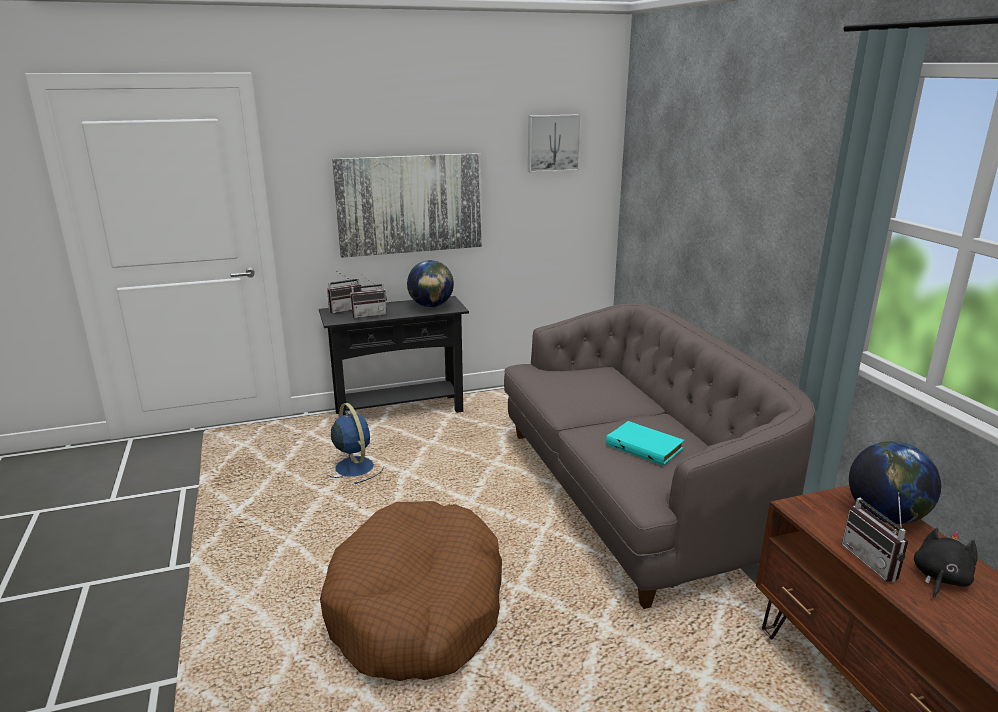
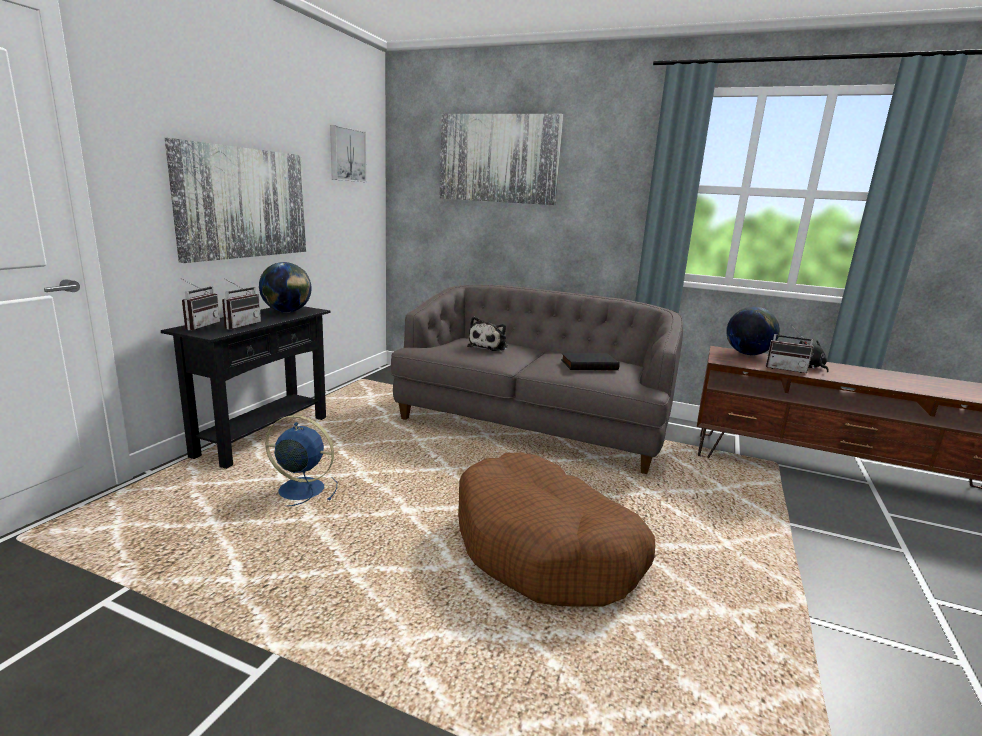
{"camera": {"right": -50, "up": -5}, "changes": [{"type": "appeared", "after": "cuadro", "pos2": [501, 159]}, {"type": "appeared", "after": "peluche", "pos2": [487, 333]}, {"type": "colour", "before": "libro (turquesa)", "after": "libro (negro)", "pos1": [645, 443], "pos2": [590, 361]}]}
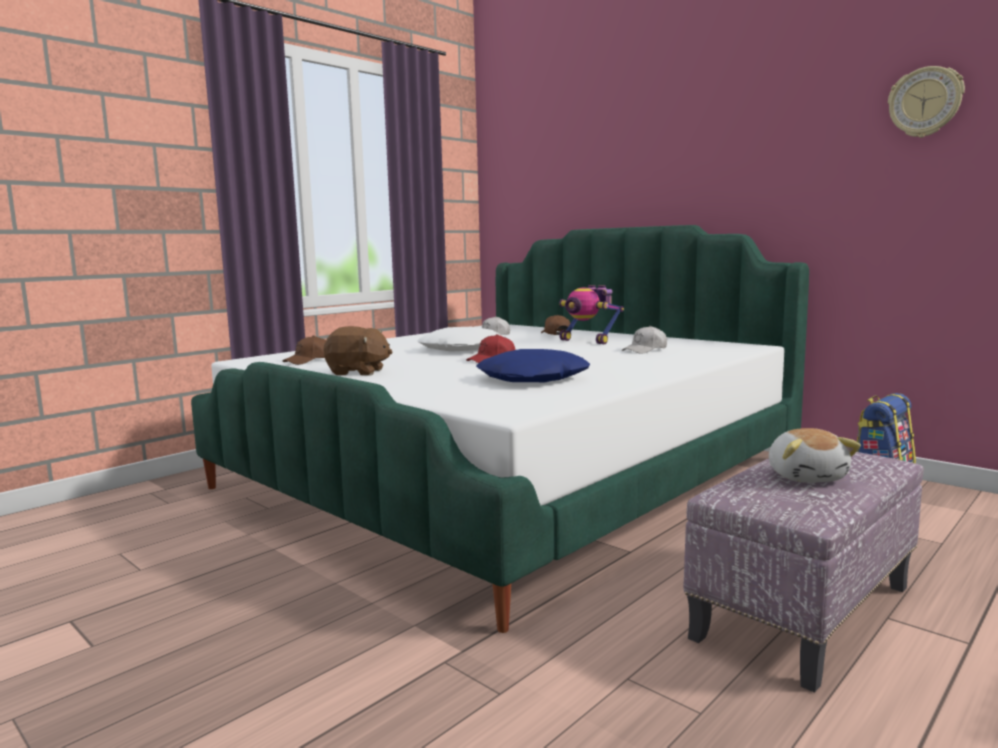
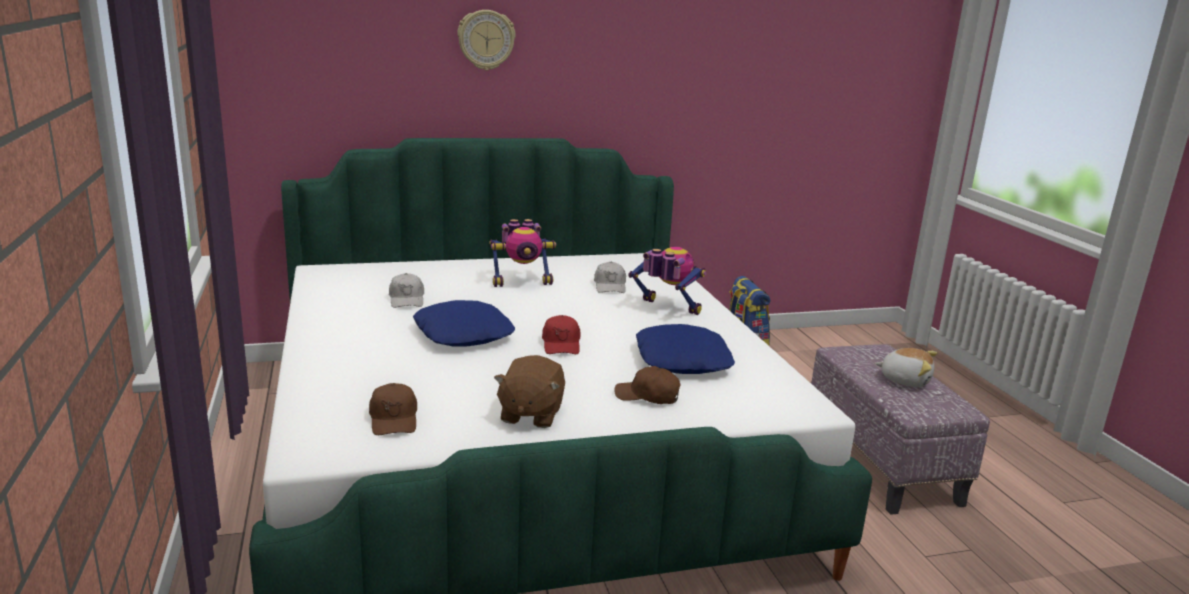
{"camera": {"right": -60, "up": 10}, "changes": [{"type": "appeared", "after": "robot de juguete", "pos2": [667, 281]}, {"type": "relocated", "before": "gorra (marrón)", "pos1": [556, 325], "pos2": [648, 385]}, {"type": "relocated", "before": "reloj de pared", "pos1": [926, 102], "pos2": [486, 40]}, {"type": "colour", "before": "cojín (blanco)", "after": "cojín (azul)", "pos1": [460, 339], "pos2": [464, 323]}, {"type": "spun", "before": "peluche (marrón)", "pos1": [357, 350], "pos2": [529, 391], "turn": 150}]}
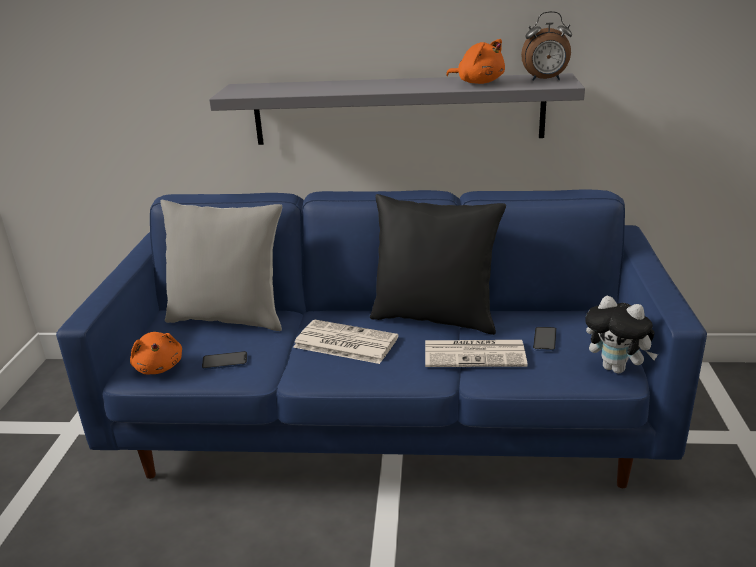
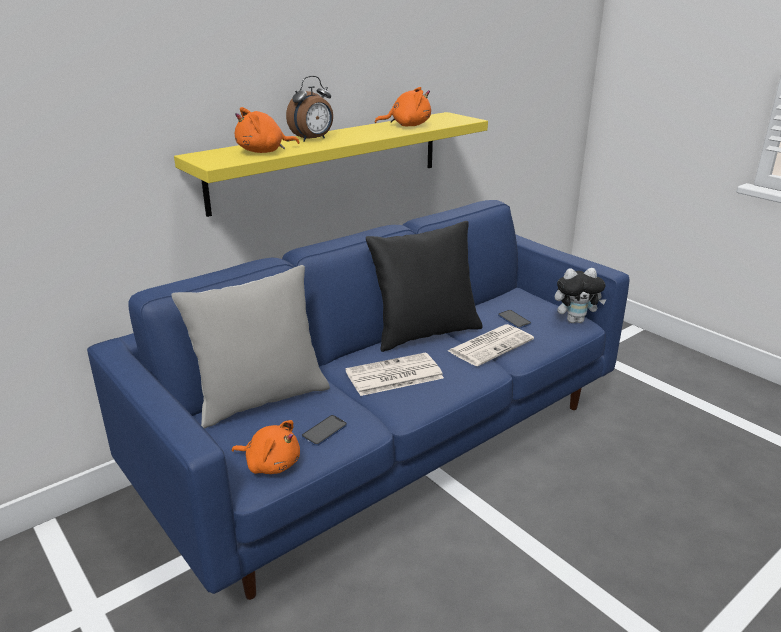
{"camera": {"right": -45, "up": 0}, "changes": [{"type": "appeared", "after": "peluche (naranja)", "pos2": [267, 130]}, {"type": "relocated", "before": "despertador", "pos1": [546, 46], "pos2": [309, 108]}, {"type": "colour", "before": "estante (gris)", "after": "estante (amarillo)", "pos1": [397, 109], "pos2": [331, 164]}]}
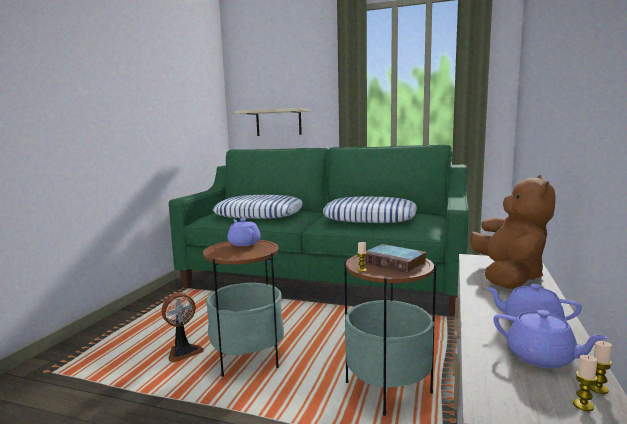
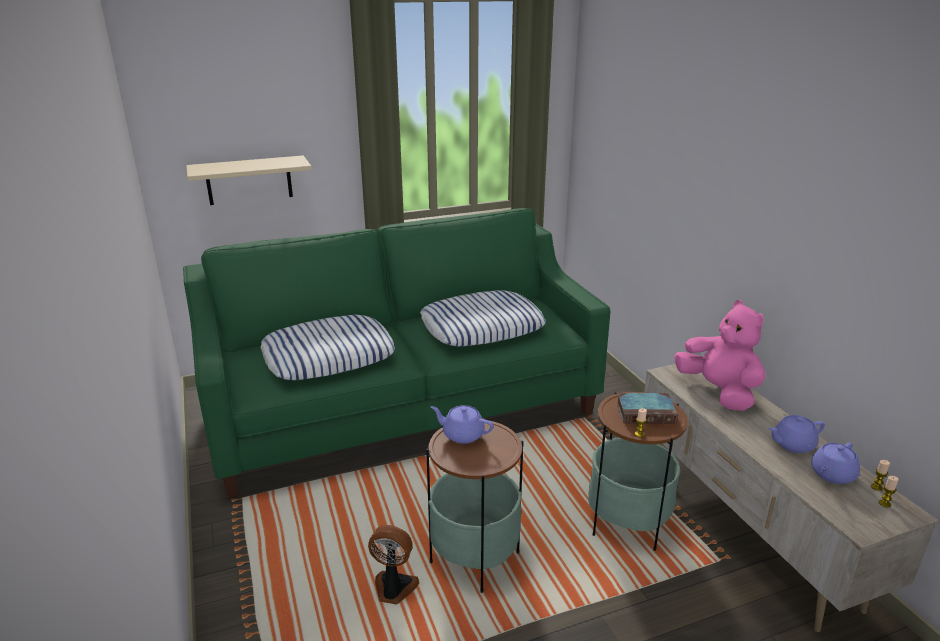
{"camera": {"right": -40, "up": 15}, "changes": [{"type": "colour", "before": "peluche (marrón)", "after": "peluche (rosa)", "pos1": [513, 232], "pos2": [720, 355]}, {"type": "spun", "before": "ventilador", "pos1": [182, 328], "pos2": [393, 565], "turn": -90}, {"type": "spun", "before": "tetera (morado)", "pos1": [550, 339], "pos2": [835, 463], "turn": 135}]}
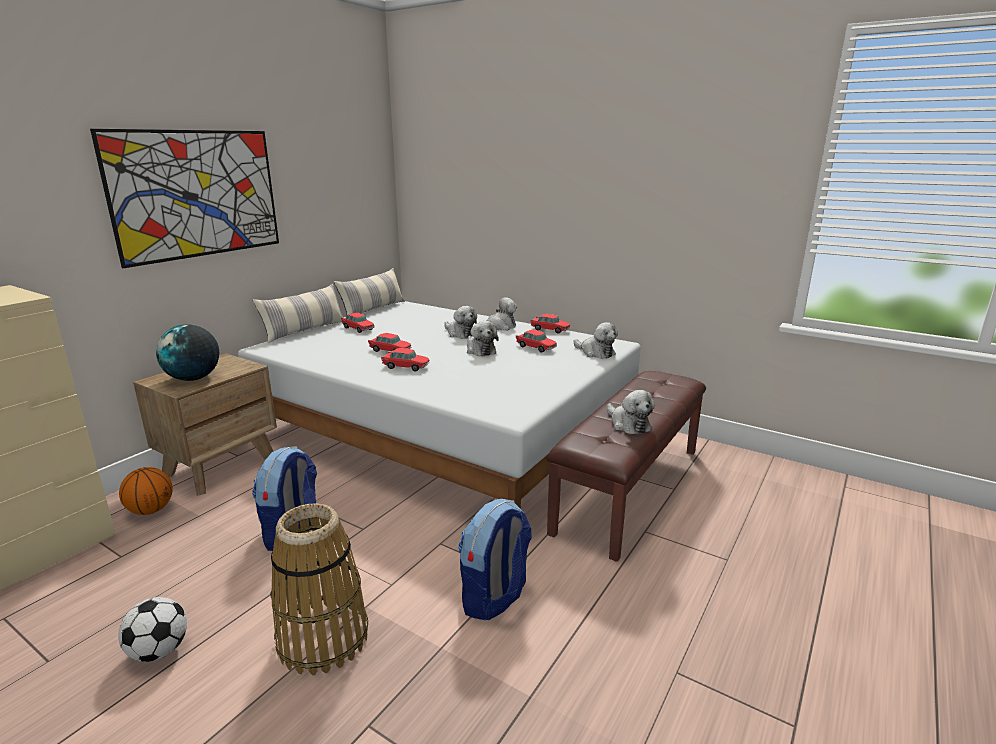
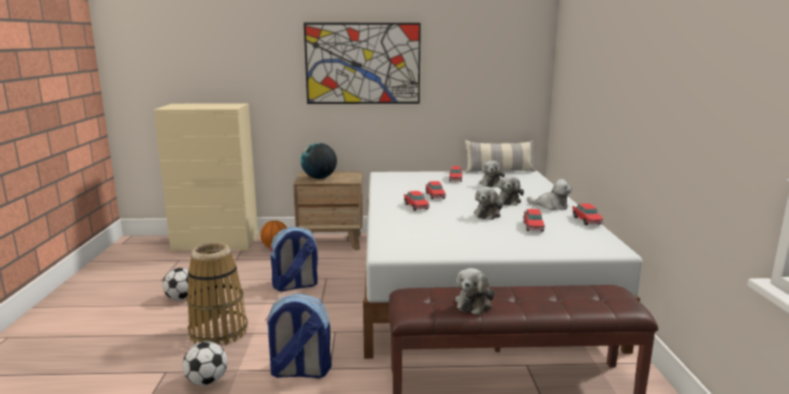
{"camera": {"right": 55, "up": -5}, "changes": [{"type": "missing", "before": "cojín", "pos1": [298, 313]}, {"type": "appeared", "after": "balón de fútbol", "pos2": [205, 363]}, {"type": "relocated", "before": "peluche", "pos1": [596, 340], "pos2": [492, 174]}]}
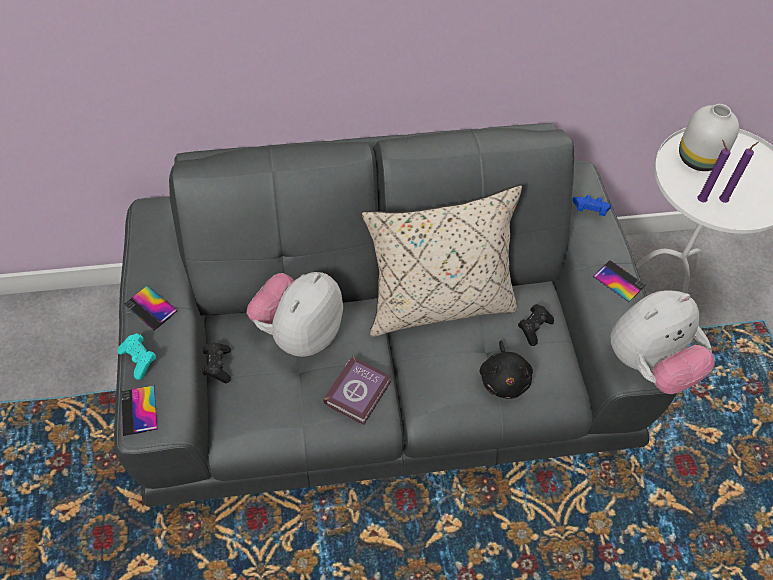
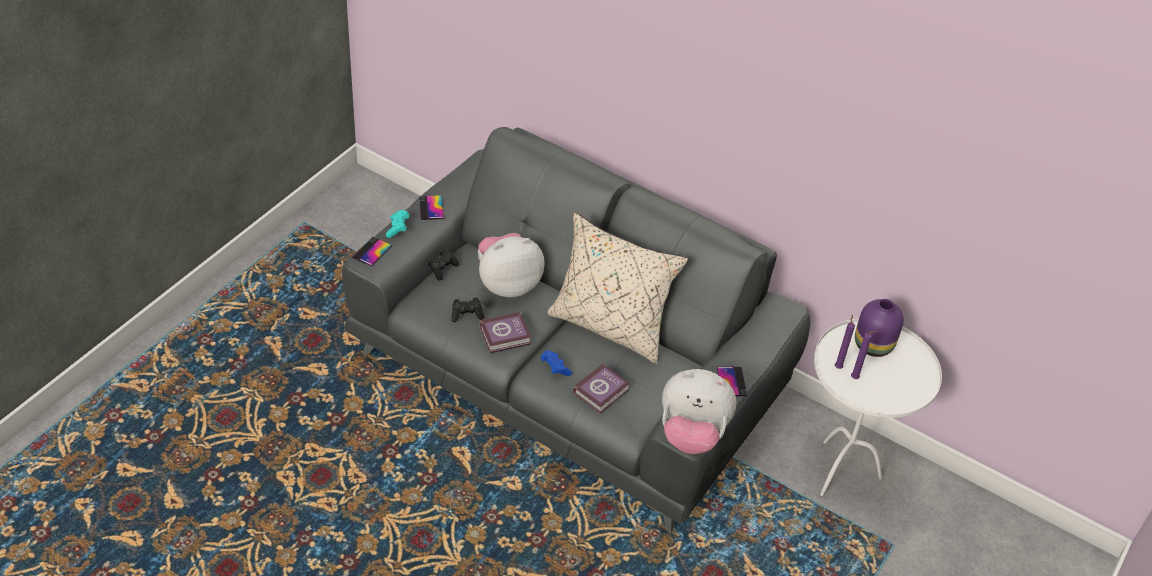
{"camera": {"right": 40, "up": -10}, "changes": [{"type": "relocated", "before": "mando de consola (negro)", "pos1": [536, 325], "pos2": [467, 310]}, {"type": "relocated", "before": "mando de consola (azul)", "pos1": [591, 205], "pos2": [556, 363]}, {"type": "exchanged", "before": "peluche (negro)", "after": "libro", "pos1": [506, 369], "pos2": [601, 388]}, {"type": "colour", "before": "florero (blanco)", "after": "florero (morado)", "pos1": [709, 137], "pos2": [879, 328]}]}
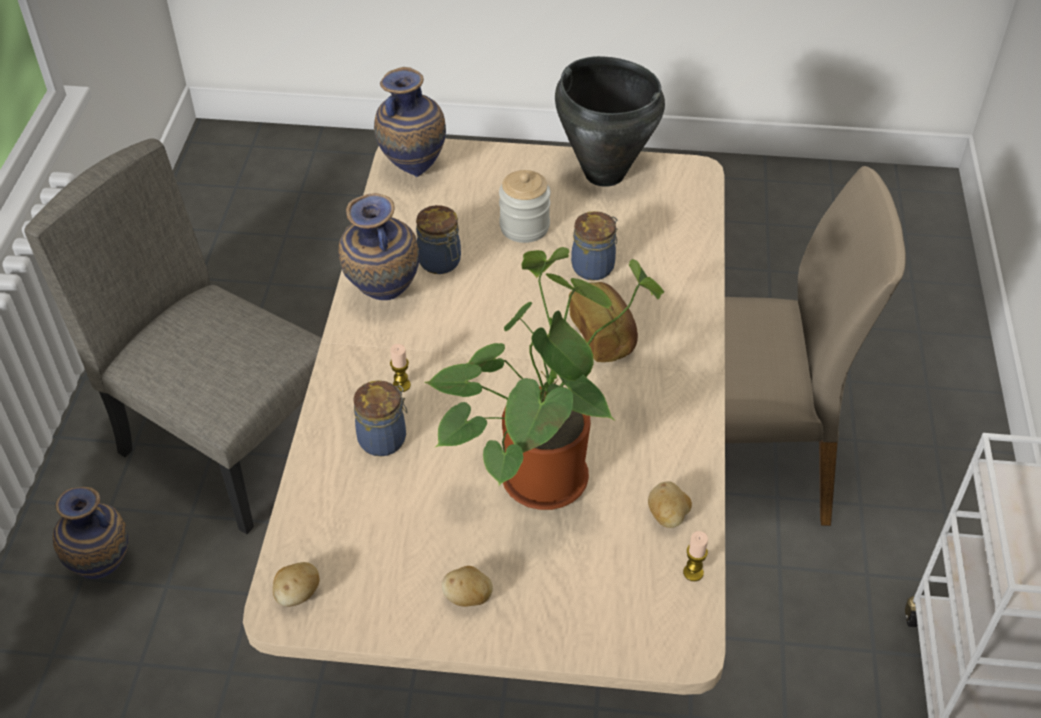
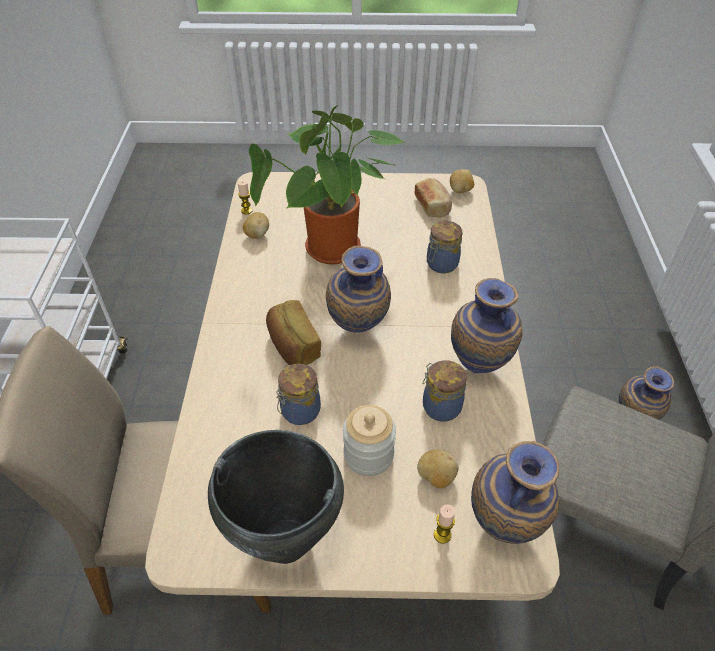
{"camera": {"right": 175, "up": 0}, "changes": [{"type": "appeared", "after": "florero", "pos2": [358, 289]}, {"type": "appeared", "after": "pan", "pos2": [433, 198]}, {"type": "relocated", "before": "vela", "pos1": [400, 368], "pos2": [444, 524]}, {"type": "relocated", "before": "patata", "pos1": [467, 586], "pos2": [438, 468]}]}
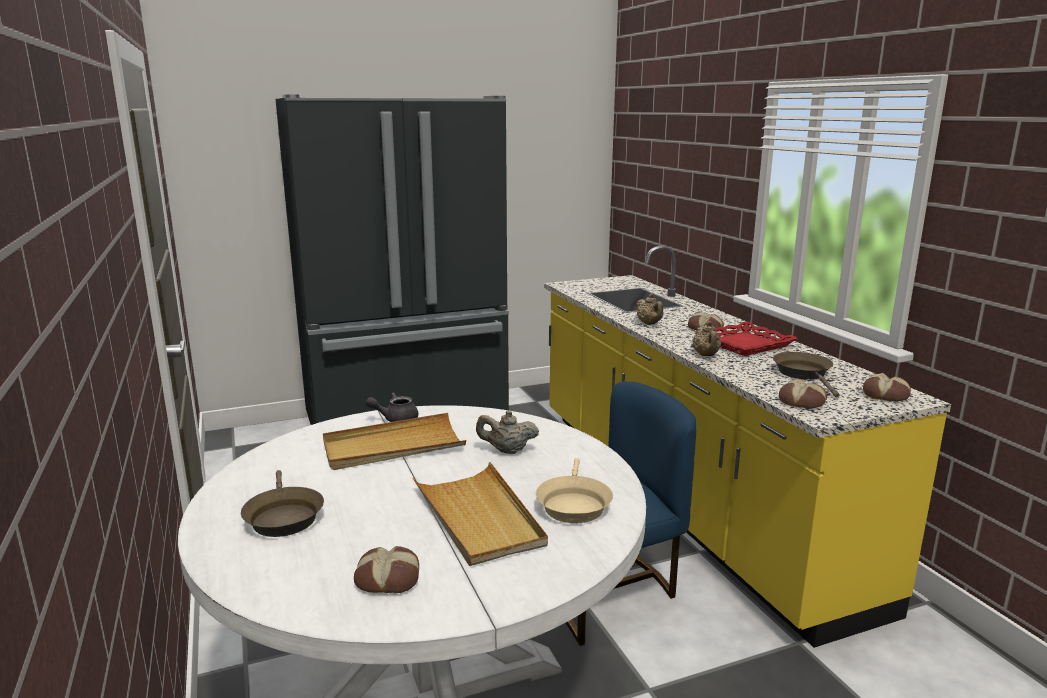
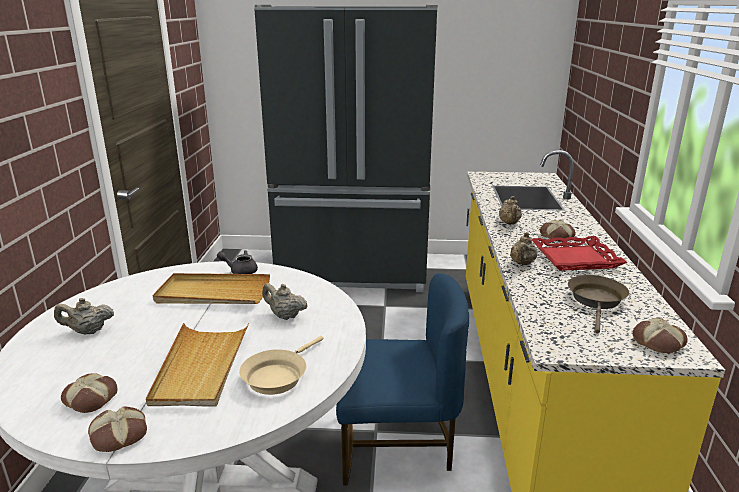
{"camera": {"right": 25, "up": 5}, "changes": [{"type": "relocated", "before": "pan", "pos1": [803, 394], "pos2": [117, 429]}, {"type": "exchanged", "before": "sartén (marrón)", "after": "tetera (beis)", "pos1": [282, 503], "pos2": [84, 316]}]}
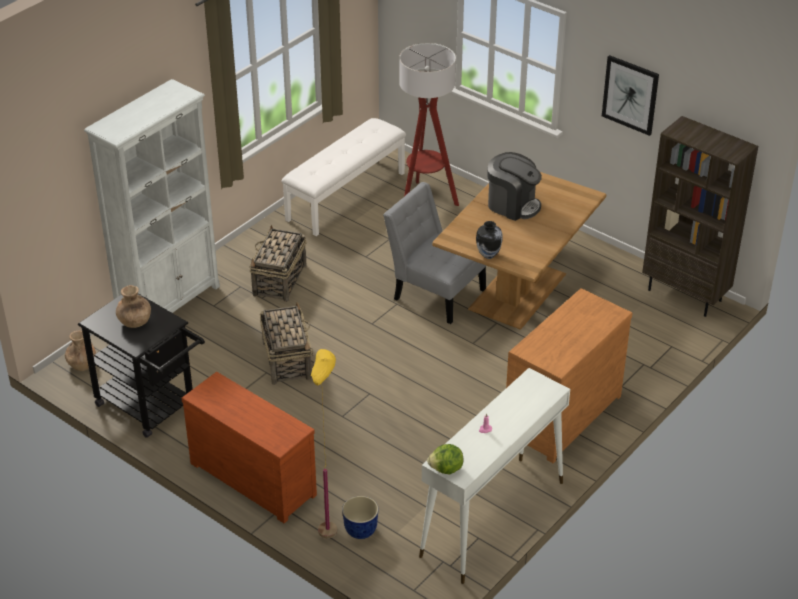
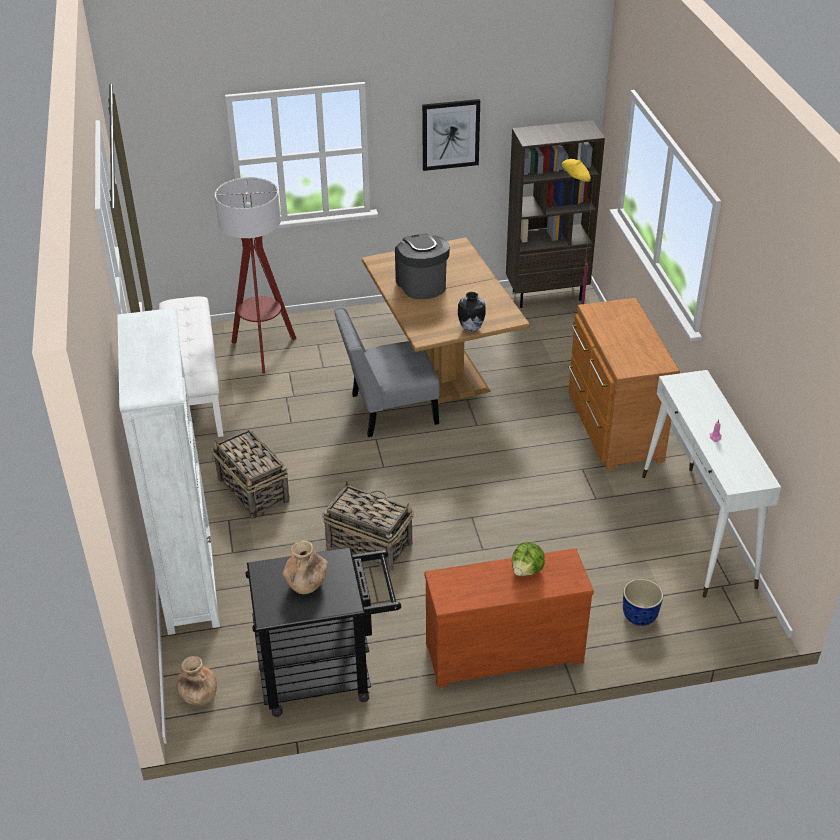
{"camera": {"right": -50, "up": 0}, "changes": [{"type": "relocated", "before": "lámpara de pie (amarillo)", "pos1": [324, 443], "pos2": [578, 242]}, {"type": "relocated", "before": "lechuga", "pos1": [445, 459], "pos2": [528, 559]}, {"type": "spun", "before": "cafetera", "pos1": [514, 186], "pos2": [422, 266], "turn": -90}]}
